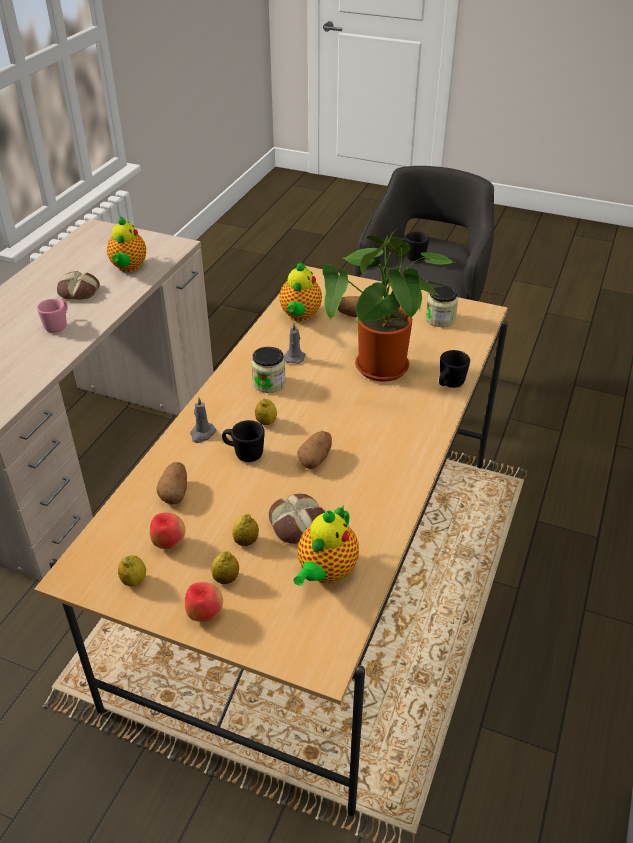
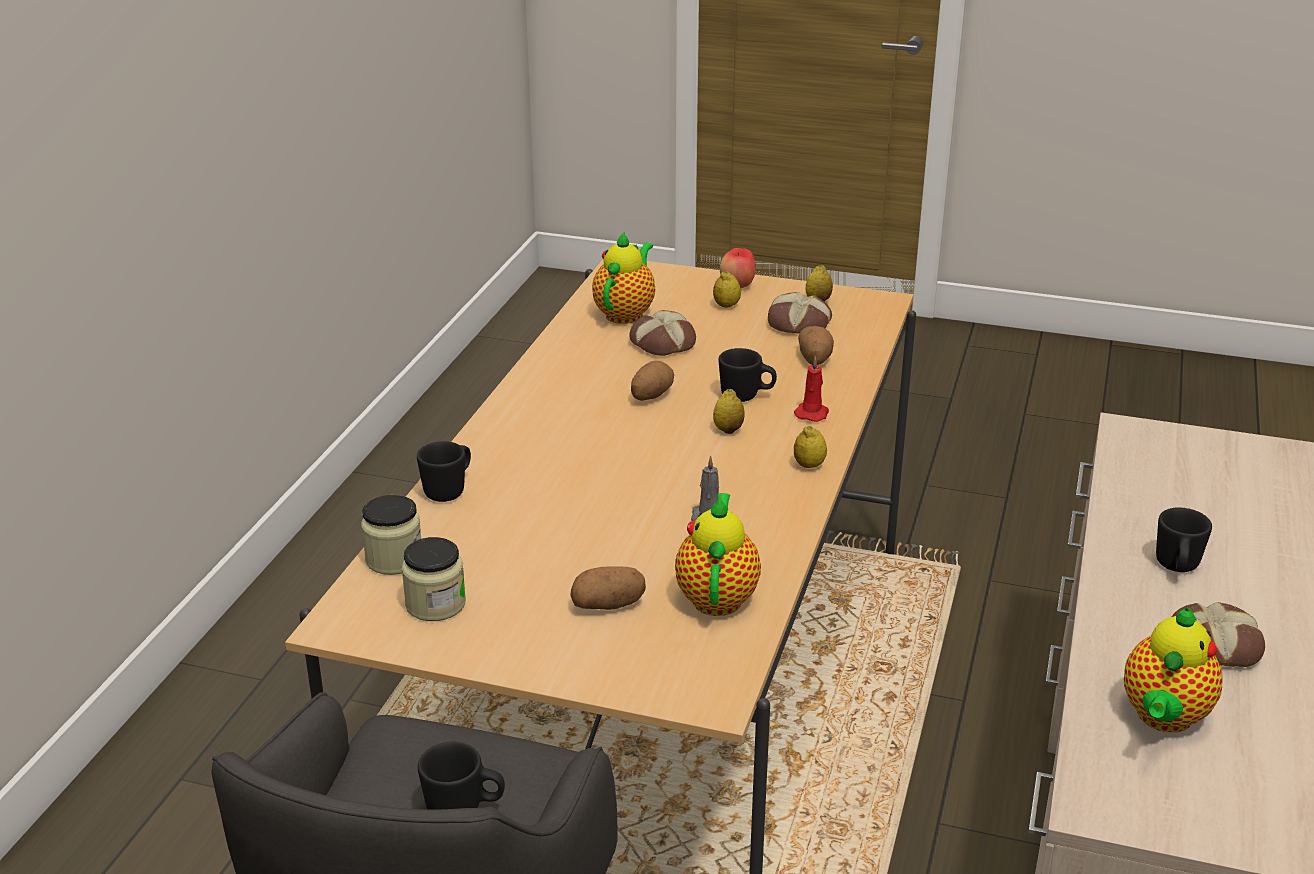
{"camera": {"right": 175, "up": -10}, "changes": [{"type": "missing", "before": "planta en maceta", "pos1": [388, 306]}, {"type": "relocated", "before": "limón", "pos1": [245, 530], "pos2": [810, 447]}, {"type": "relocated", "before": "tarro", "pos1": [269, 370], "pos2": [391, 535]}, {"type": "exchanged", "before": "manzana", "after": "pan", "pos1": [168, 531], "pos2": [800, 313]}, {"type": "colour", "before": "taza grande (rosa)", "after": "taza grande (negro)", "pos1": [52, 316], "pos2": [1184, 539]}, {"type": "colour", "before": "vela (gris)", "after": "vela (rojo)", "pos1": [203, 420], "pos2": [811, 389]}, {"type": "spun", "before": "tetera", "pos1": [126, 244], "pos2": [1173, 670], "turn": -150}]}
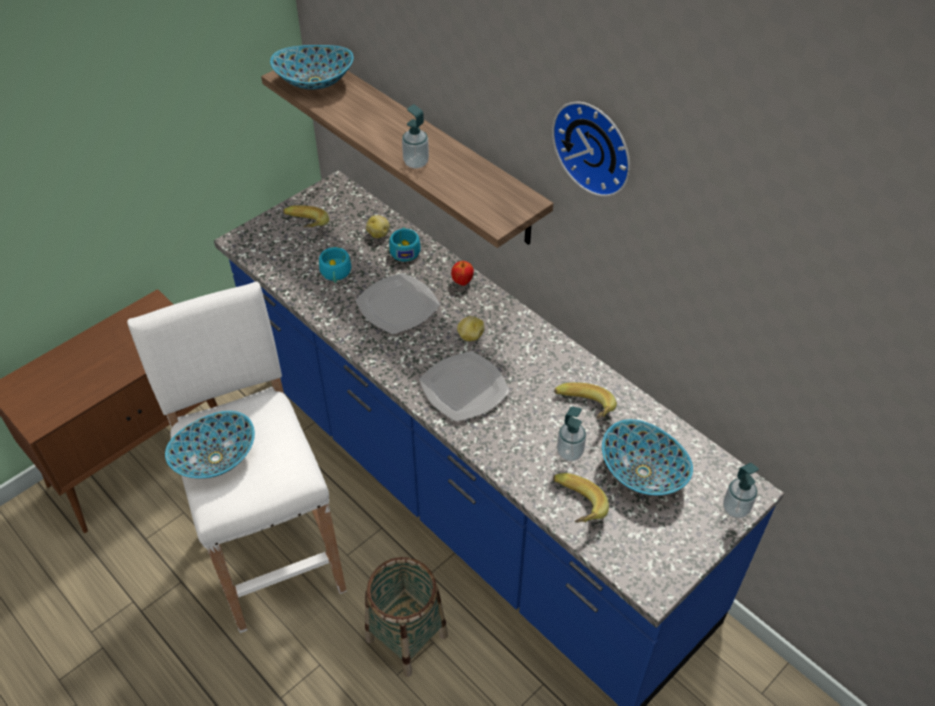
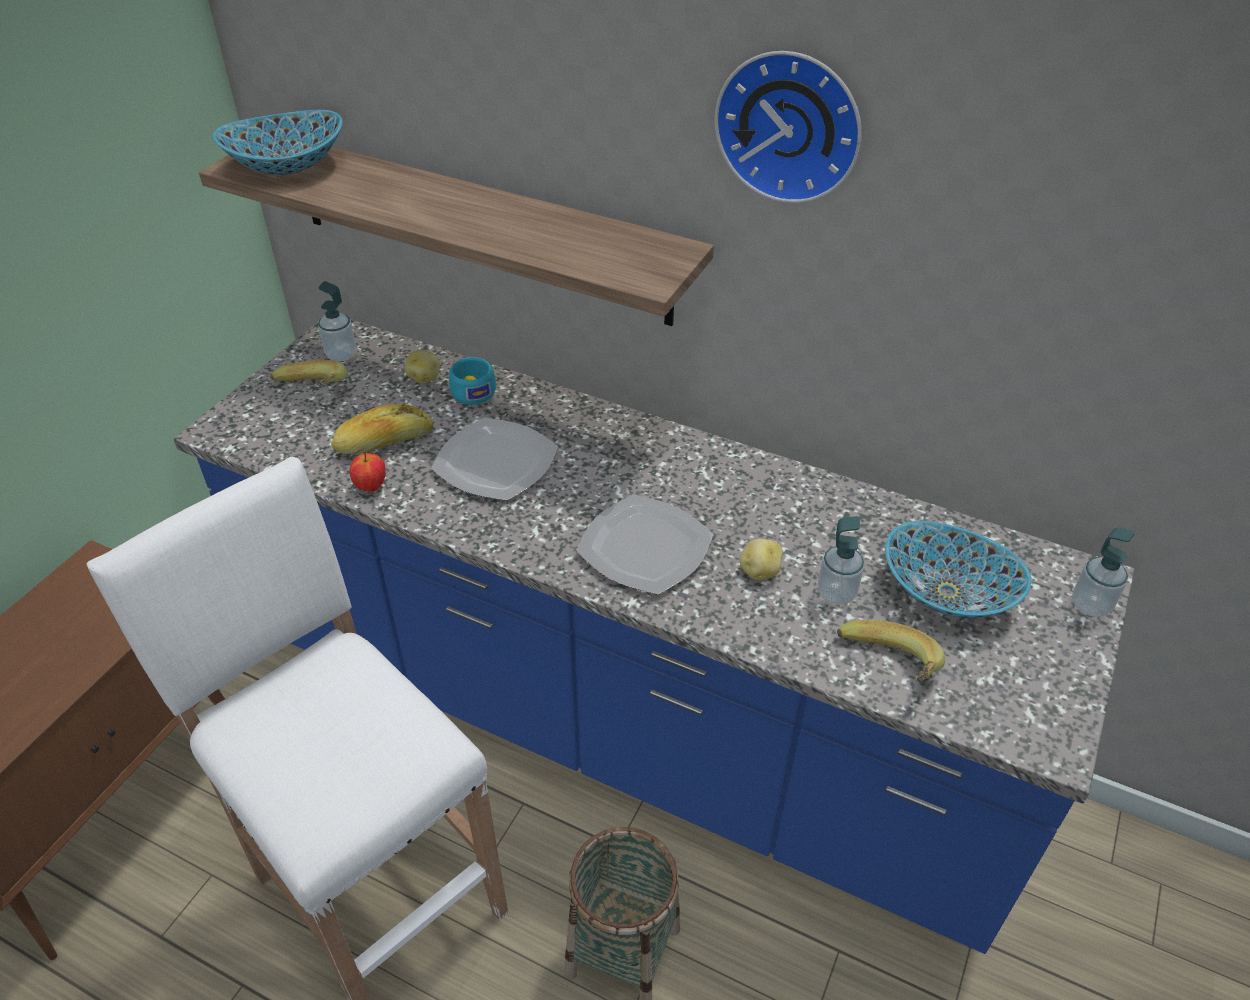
{"camera": {"right": -20, "up": -5}, "changes": [{"type": "missing", "before": "cuenco", "pos1": [210, 445]}, {"type": "missing", "before": "plátano", "pos1": [585, 400]}, {"type": "relocated", "before": "dispensador de jabón", "pos1": [415, 136], "pos2": [337, 321]}, {"type": "relocated", "before": "manzana", "pos1": [462, 273], "pos2": [368, 472]}, {"type": "relocated", "before": "patata", "pos1": [470, 328], "pos2": [761, 559]}, {"type": "exchanged", "before": "taza (turquesa)", "after": "pan", "pos1": [335, 265], "pos2": [382, 429]}]}
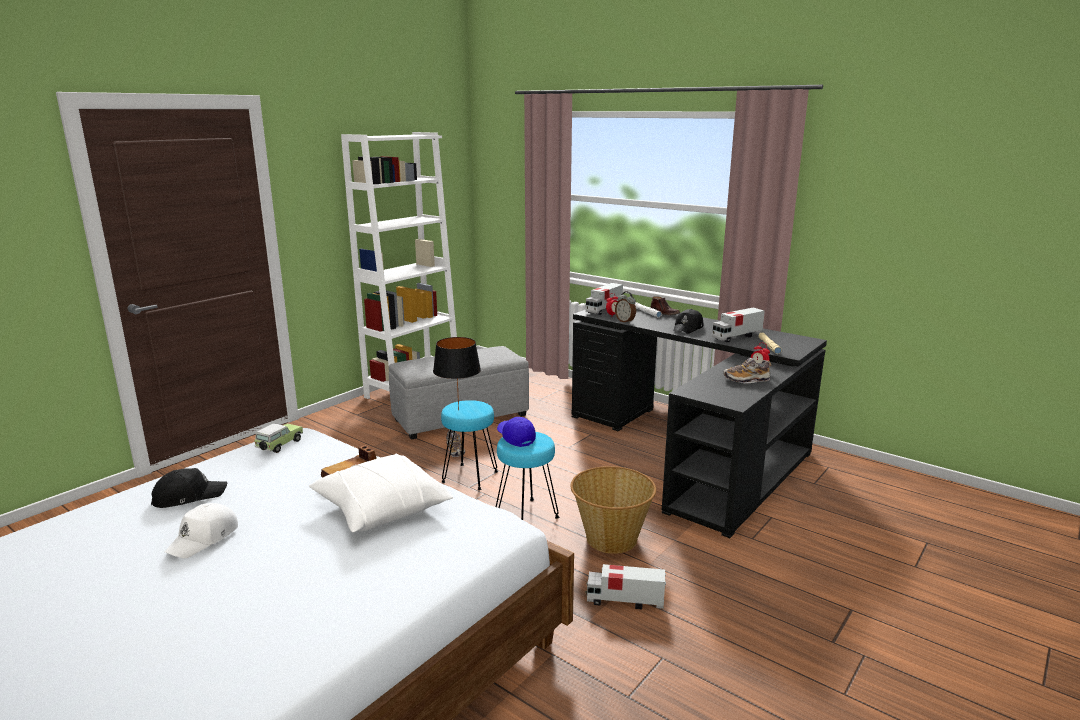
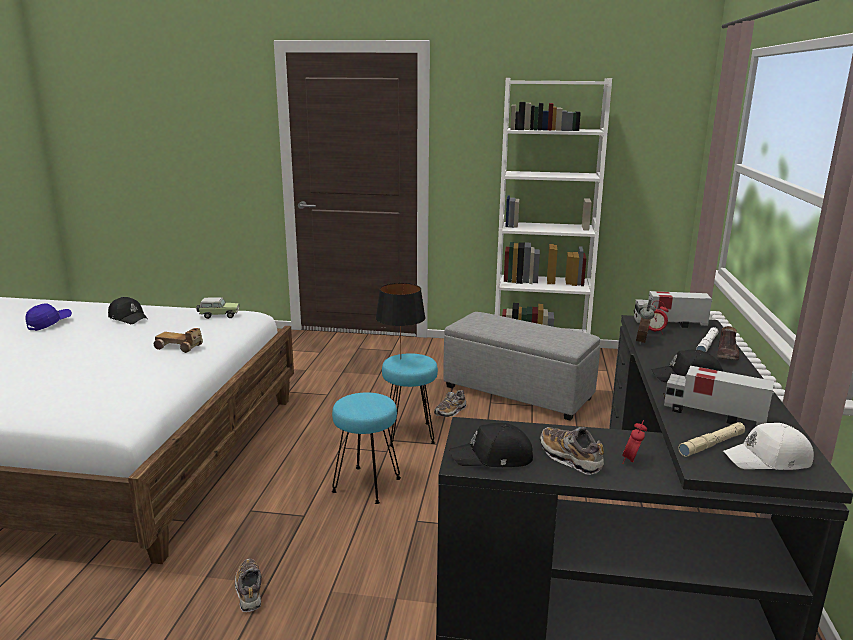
{"camera": {"right": 60, "up": 0}, "changes": [{"type": "missing", "before": "cojín (blanco)", "pos1": [381, 492]}, {"type": "missing", "before": "cesta", "pos1": [613, 510]}, {"type": "appeared", "after": "gorra (negro)", "pos2": [491, 445]}, {"type": "relocated", "before": "gorra (blanco)", "pos1": [201, 531], "pos2": [768, 446]}, {"type": "relocated", "before": "gorra (azul)", "pos1": [516, 432], "pos2": [48, 317]}, {"type": "exchanged", "before": "camión de juguete", "after": "zapato", "pos1": [625, 586], "pos2": [248, 585]}]}
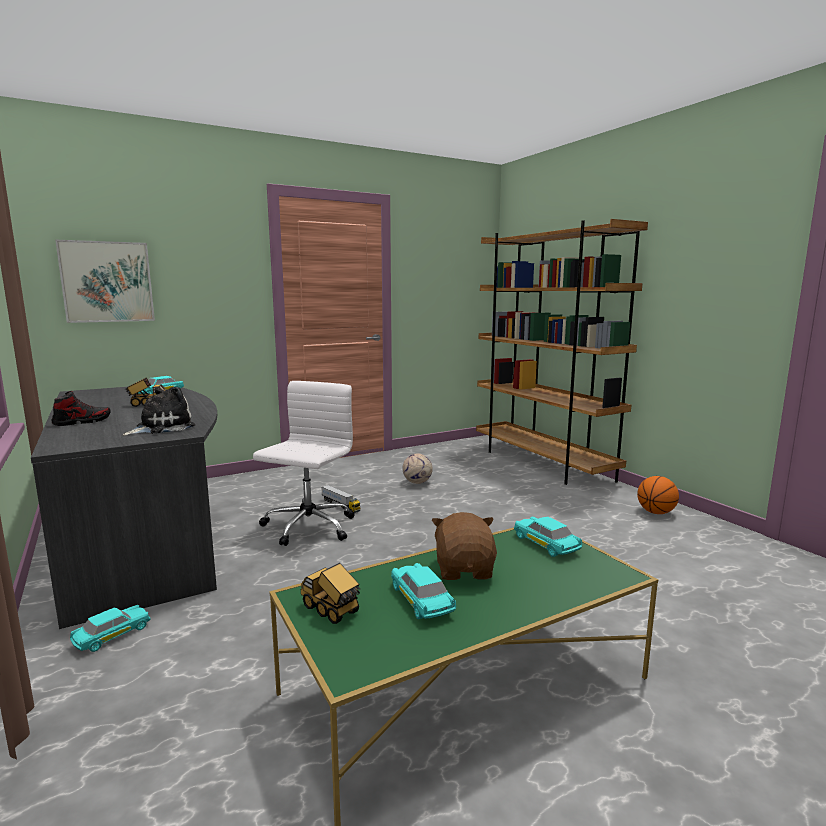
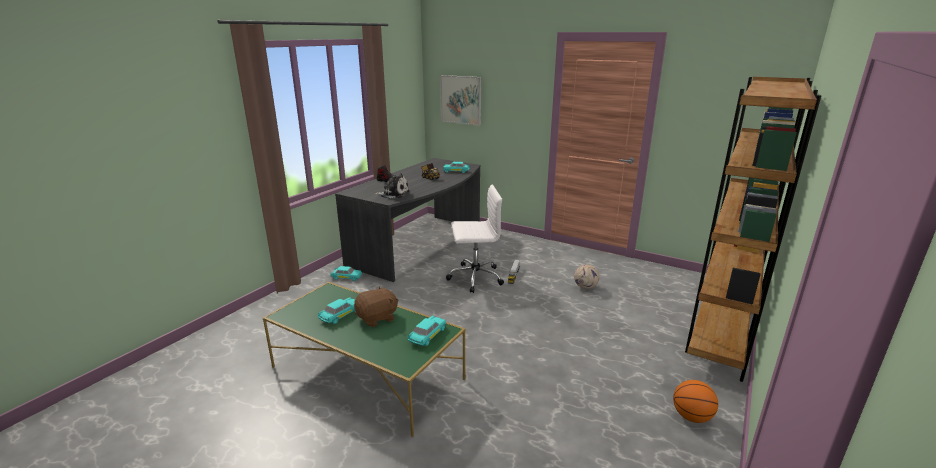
{"camera": {"right": 60, "up": 10}, "changes": [{"type": "missing", "before": "camión de juguete", "pos1": [331, 593]}]}
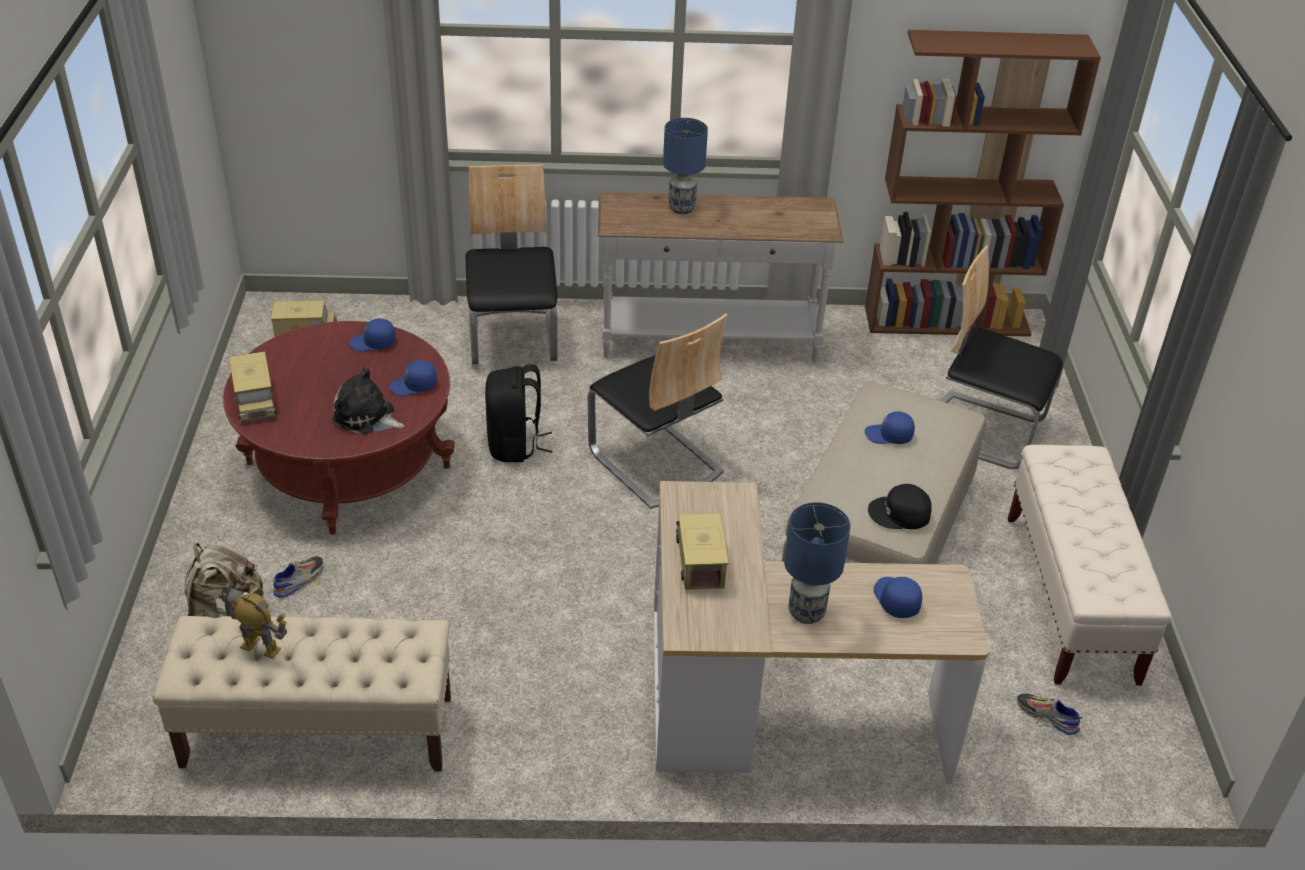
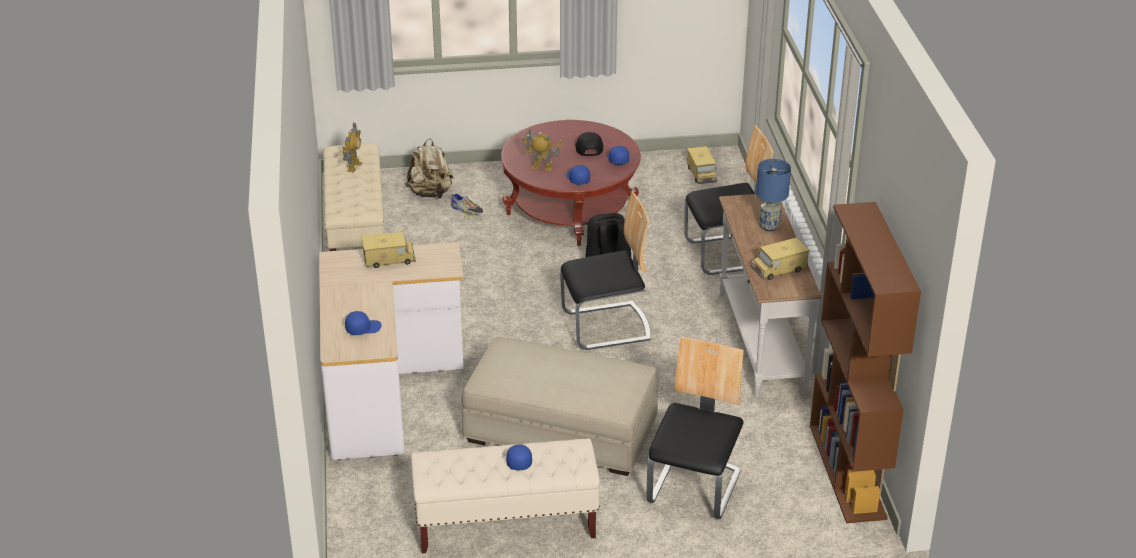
{"camera": {"right": 85, "up": -5}, "changes": [{"type": "missing", "before": "lámpara de mesa (azul)", "pos1": [817, 563]}, {"type": "missing", "before": "zapato", "pos1": [1049, 714]}, {"type": "relocated", "before": "camión de juguete", "pos1": [252, 387], "pos2": [780, 258]}, {"type": "relocated", "before": "gorra (azul)", "pos1": [890, 427], "pos2": [519, 457]}, {"type": "relocated", "before": "gorra (negro)", "pos1": [899, 506], "pos2": [589, 144]}, {"type": "exchanged", "before": "peluche", "after": "robot de juguete", "pos1": [368, 400], "pos2": [542, 150]}, {"type": "spun", "before": "silla", "pos1": [658, 411], "pos2": [605, 270], "turn": -150}]}
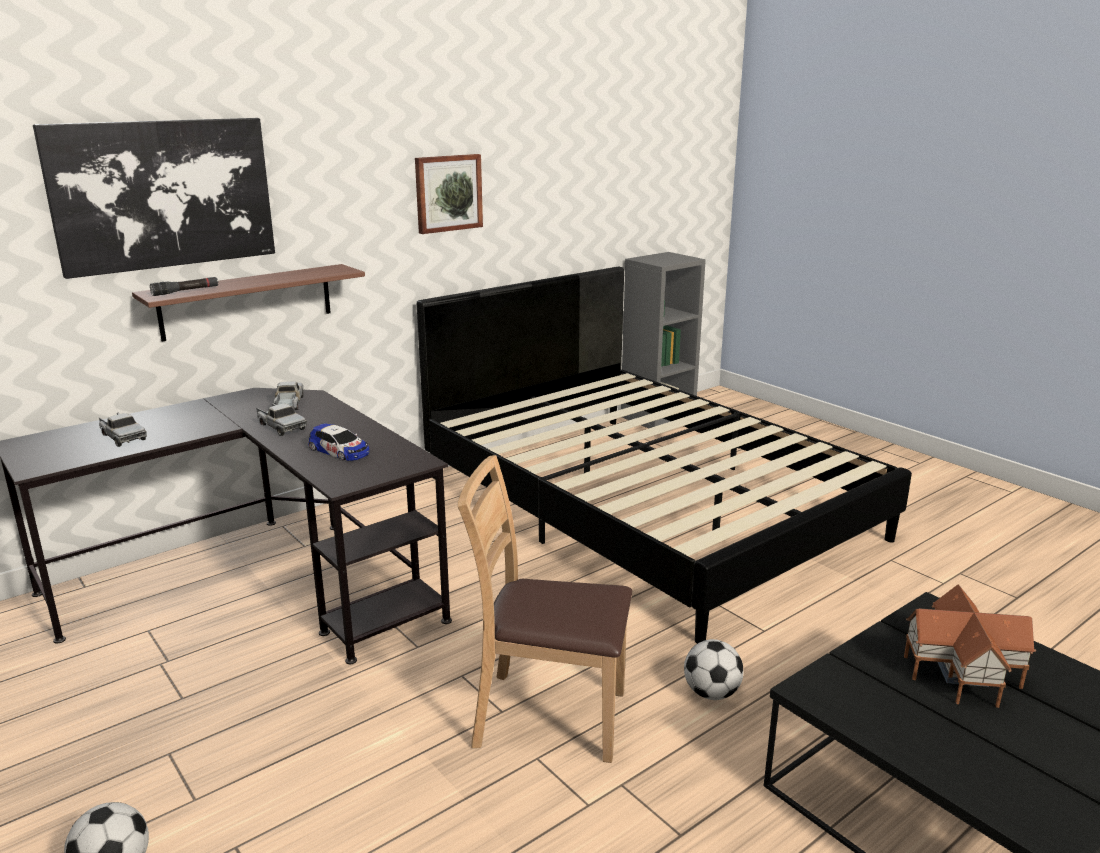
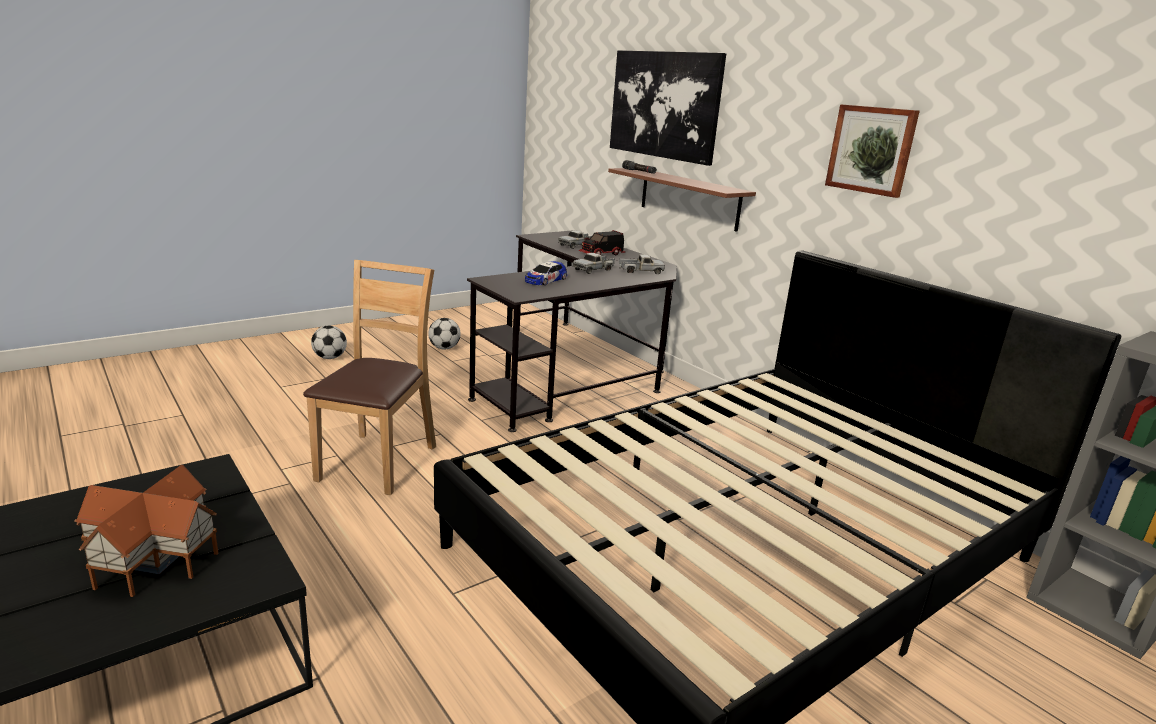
{"camera": {"right": 90, "up": 0}, "changes": [{"type": "appeared", "after": "camión de juguete", "pos2": [602, 243]}, {"type": "relocated", "before": "balón de fútbol", "pos1": [714, 669], "pos2": [444, 333]}]}
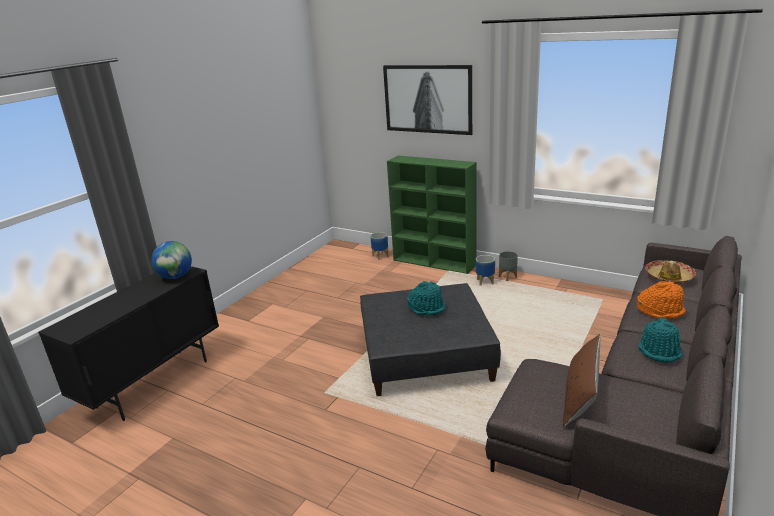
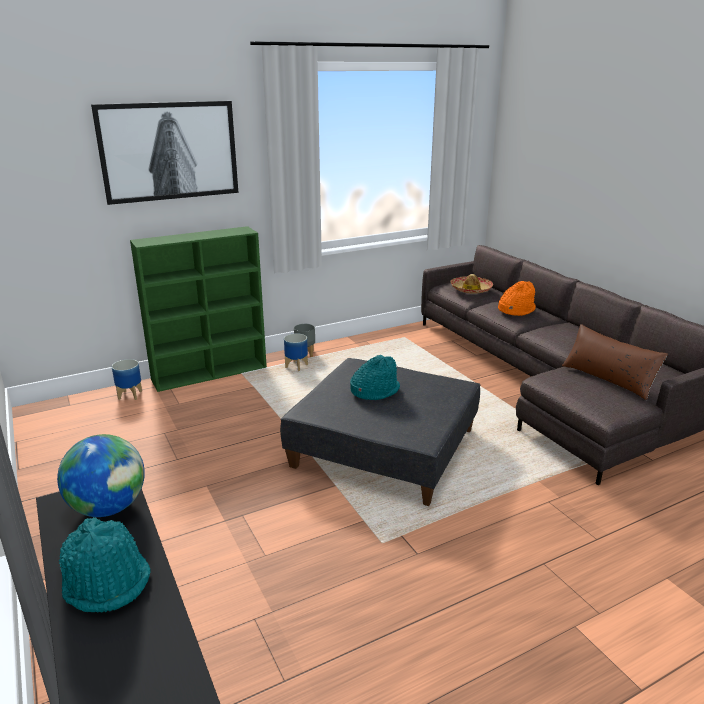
{"camera": {"right": -60, "up": 0}, "changes": [{"type": "relocated", "before": "sombrero (turquesa)", "pos1": [660, 340], "pos2": [105, 565]}]}
